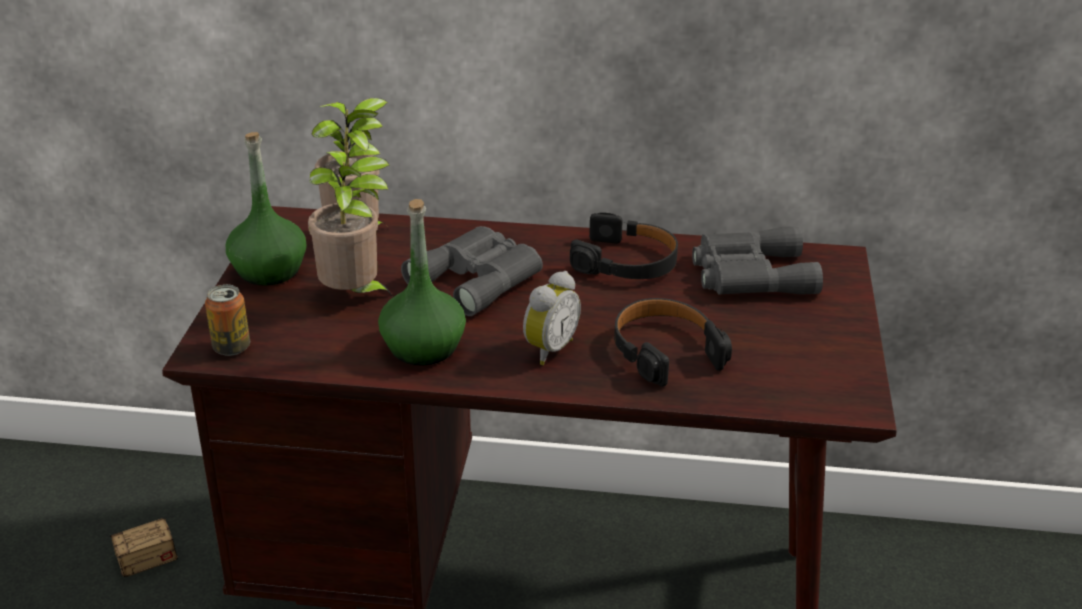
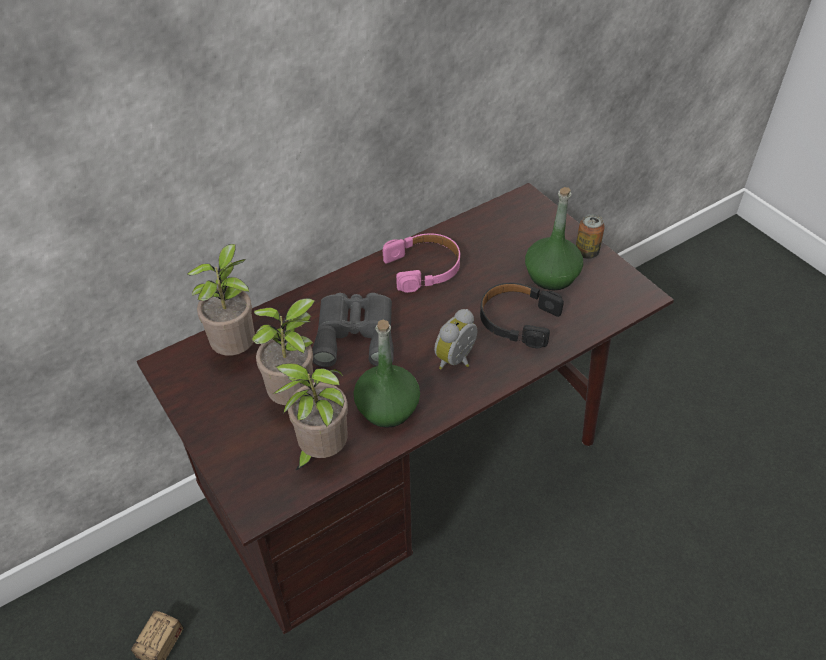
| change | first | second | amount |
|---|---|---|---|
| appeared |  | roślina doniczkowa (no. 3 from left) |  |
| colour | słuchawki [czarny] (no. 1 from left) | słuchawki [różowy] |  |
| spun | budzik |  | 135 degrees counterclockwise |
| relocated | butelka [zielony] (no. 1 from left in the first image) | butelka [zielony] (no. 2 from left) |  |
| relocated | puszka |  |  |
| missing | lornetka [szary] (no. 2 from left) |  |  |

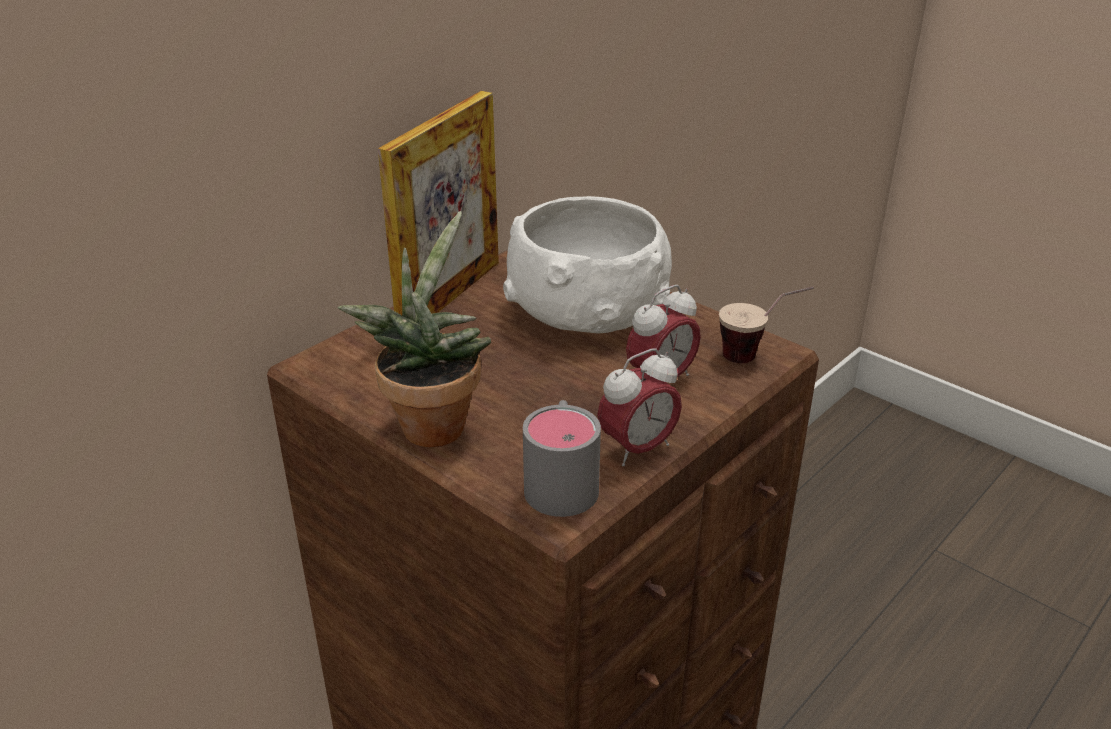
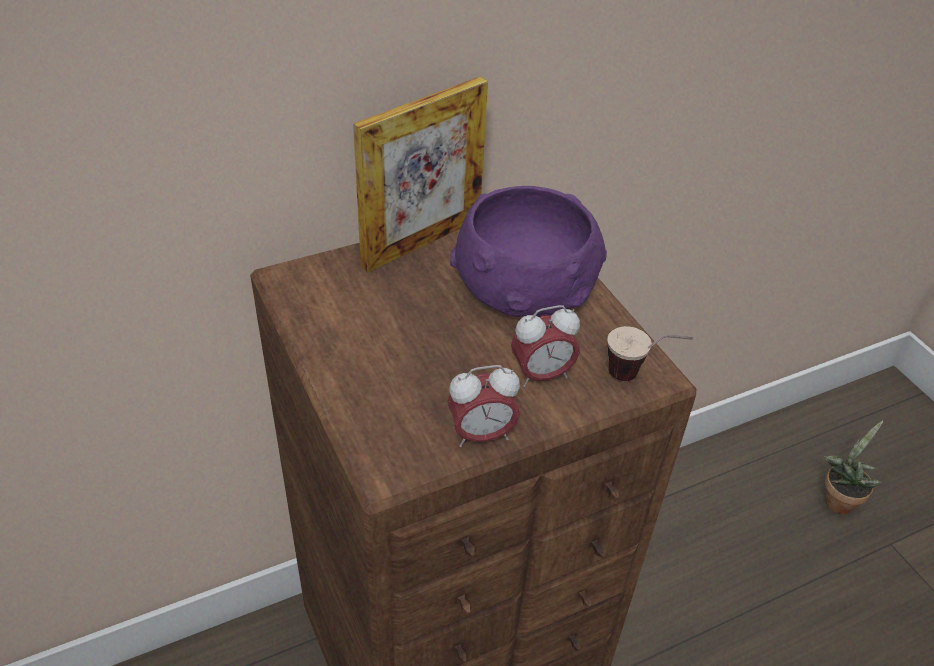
| change | first | second | amount |
|---|---|---|---|
| colour | miska [biały] | miska [fioletowy] |  |
| relocated | roślina doniczkowa |  |  |
| missing | kubek [szary] |  |  |

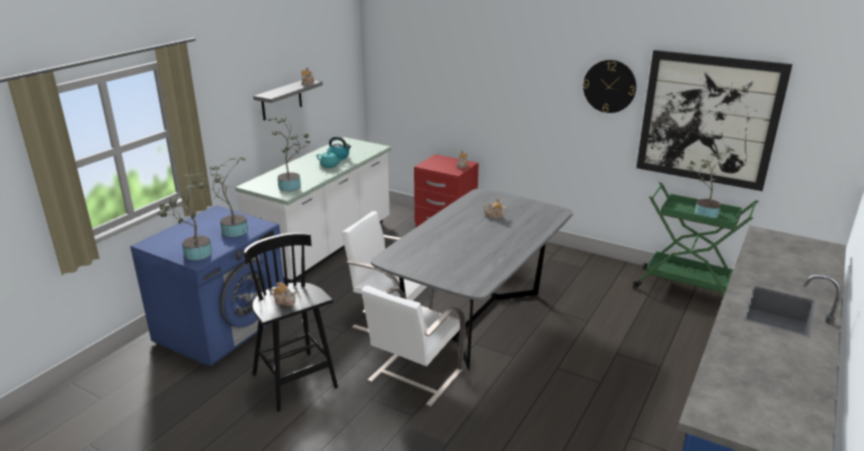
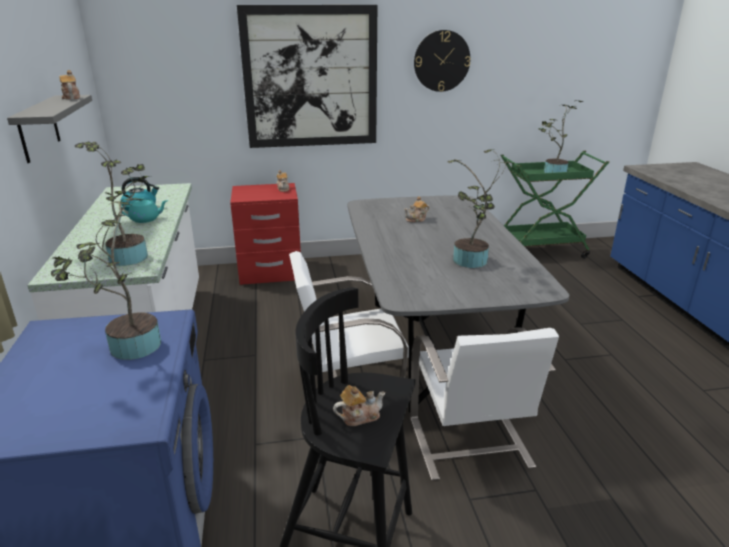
| change | first | second | amount |
|---|---|---|---|
| relocated | obraz |  |  |
| relocated | roślina doniczkowa (no. 1 from left in the first image) | roślina doniczkowa (no. 3 from left) |  |

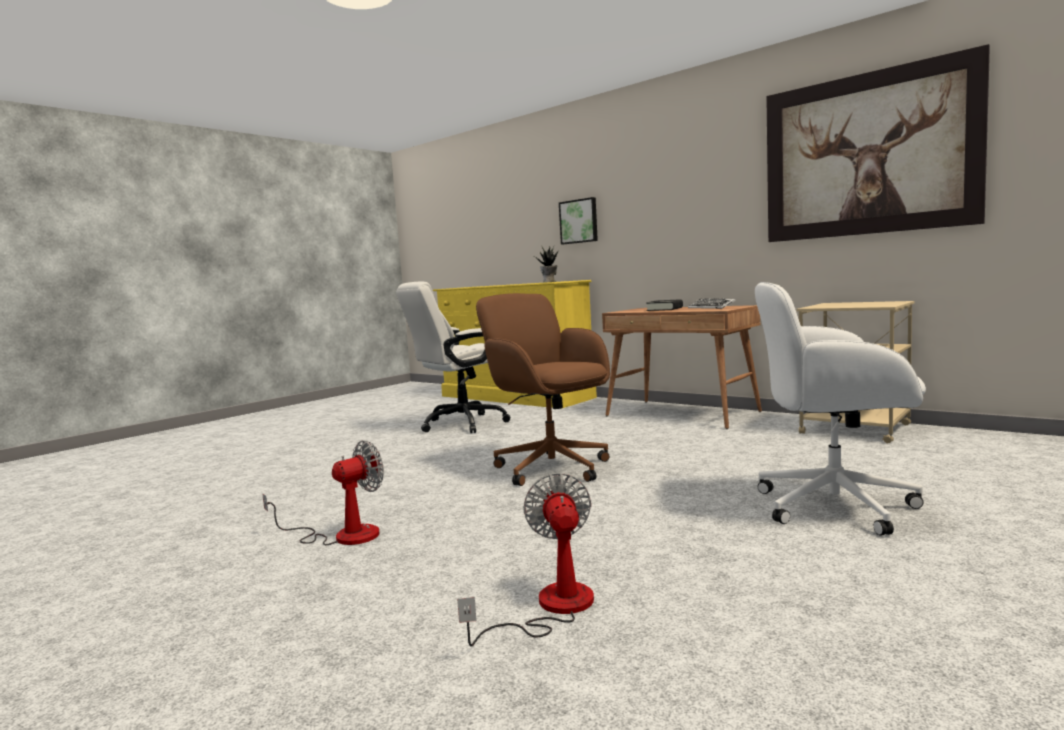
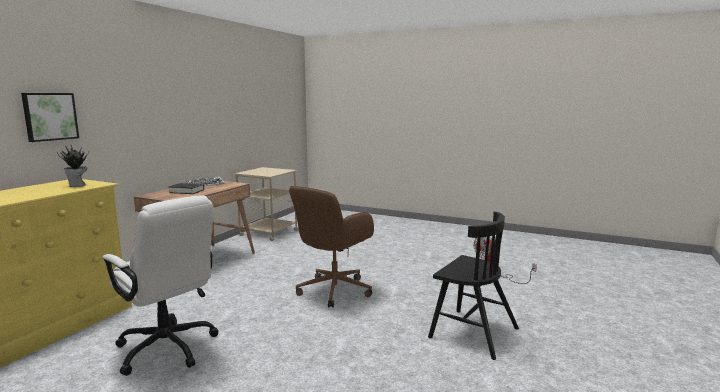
| change | first | second | amount |
|---|---|---|---|
| exchanged | wentylator (no. 1 from left) | krzesło [czarny] |  |
| missing | krzesło biurowe [biały] (no. 2 from left) |  |  |
| missing | obraz (no. 2 from left) |  |  |

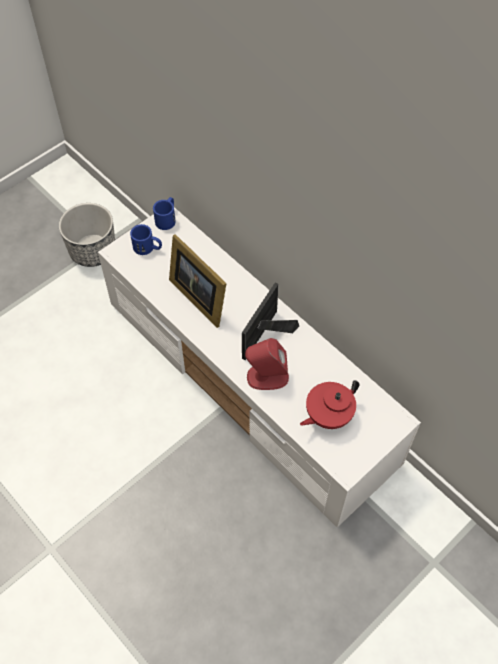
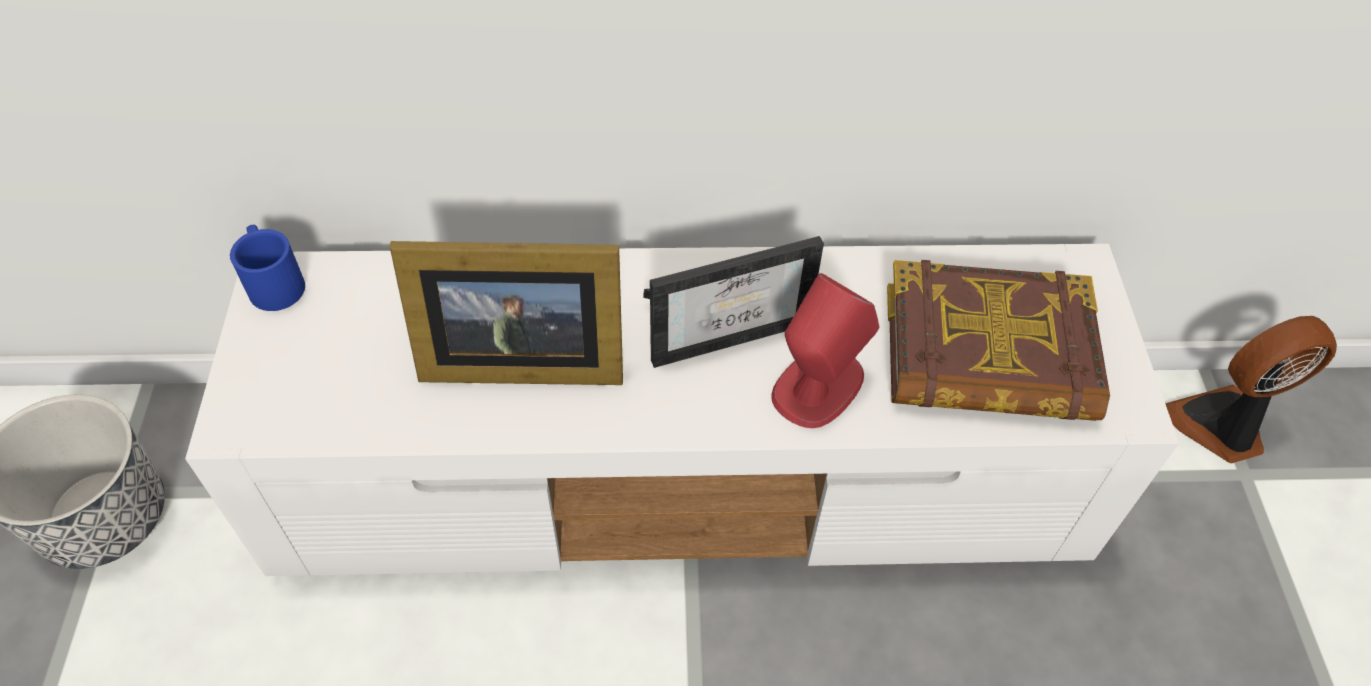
| change | first | second | amount |
|---|---|---|---|
| spun | ramka na zdjęcie (no. 2 from left) |  | 90 degrees counterclockwise |
| exchanged | imbryk [czerwony] | książka |  |
| appeared |  | wentylator |  |
| missing | kubek [niebieski] (no. 1 from left) |  |  |

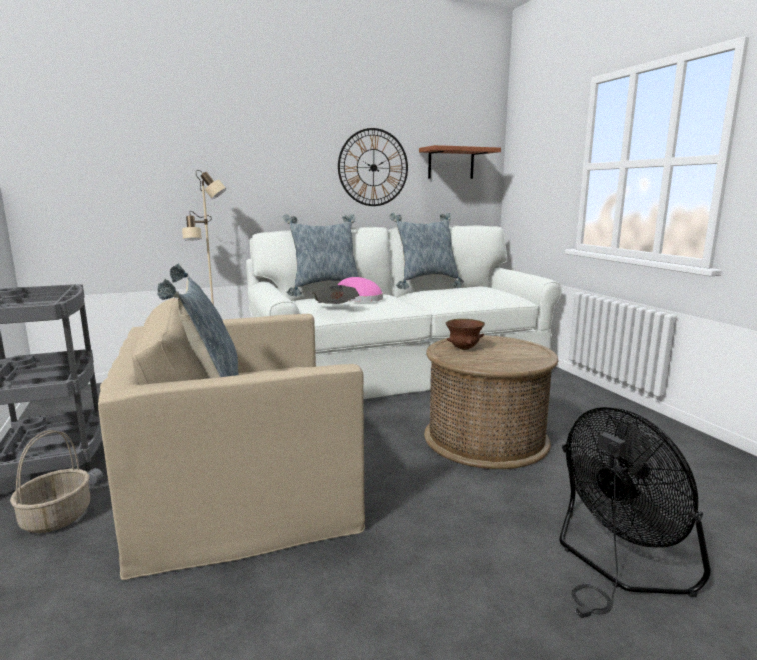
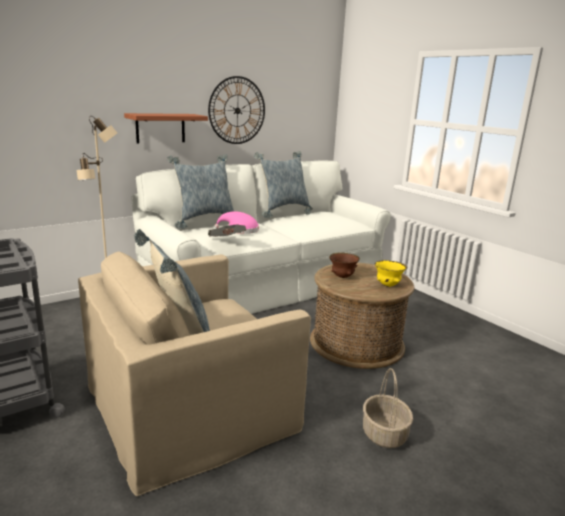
| change | first | second | amount |
|---|---|---|---|
| relocated | półka |  |  |
| relocated | koszyk |  |  |
| appeared |  | miska [żółty] |  |
| missing | wentylator [czarny] |  |  |

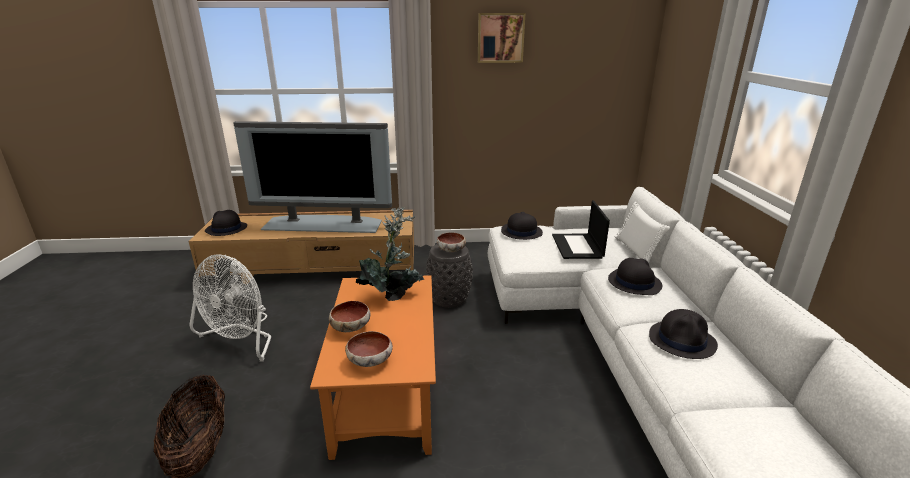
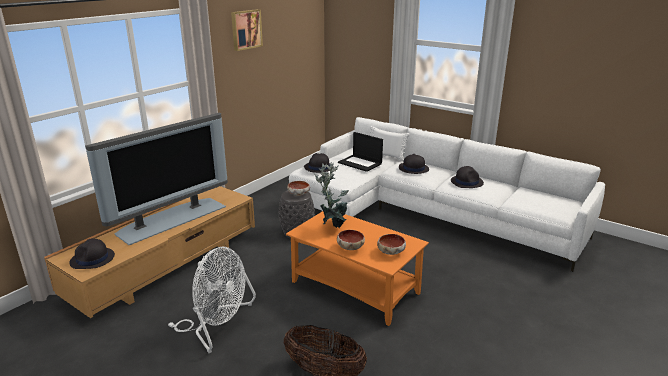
| change | first | second | amount |
|---|---|---|---|
| spun | wentylator [biały] |  | 45 degrees counterclockwise |

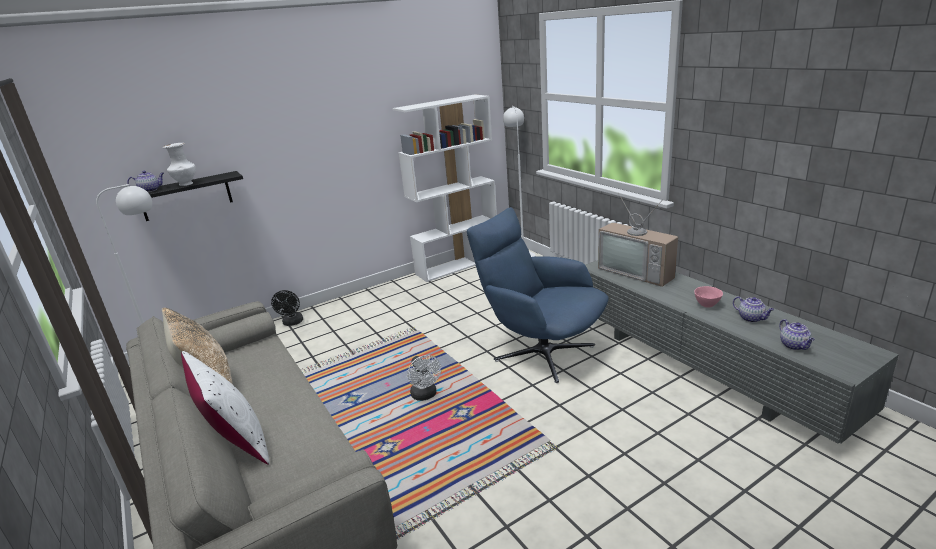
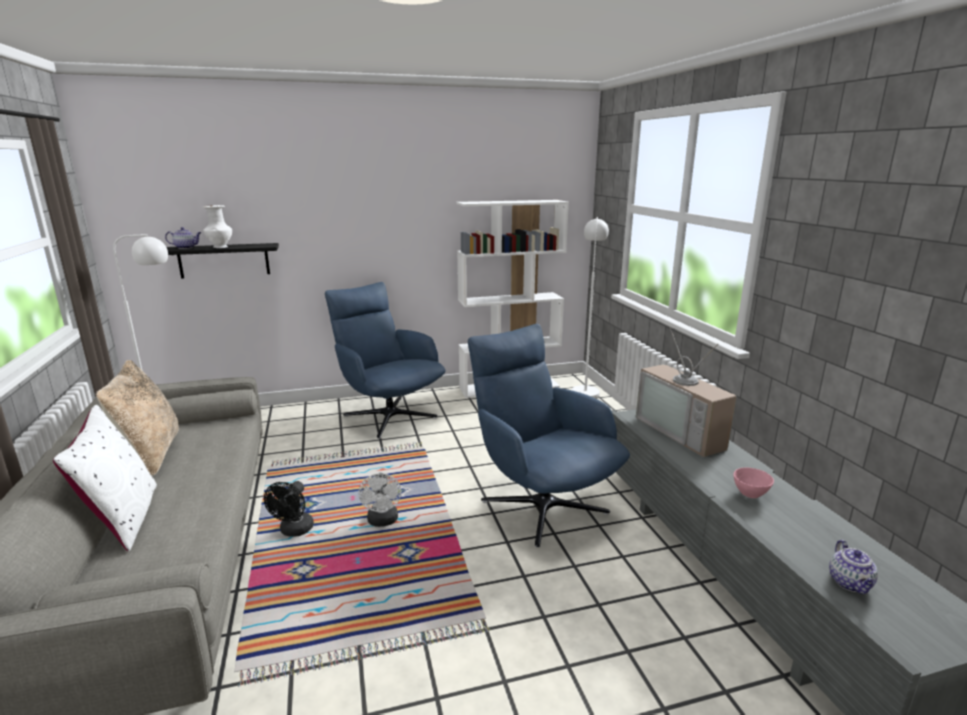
| change | first | second | amount |
|---|---|---|---|
| relocated | wentylator [czarny] |  |  |
| appeared |  | fotel [niebieski] (no. 1 from left) |  |
| missing | imbryk (no. 2 from left) |  |  |

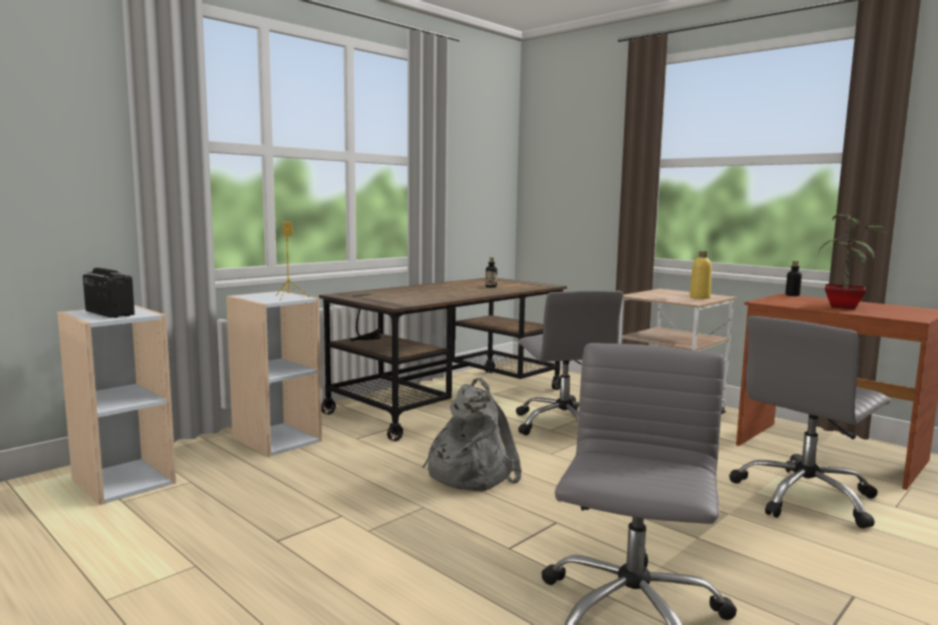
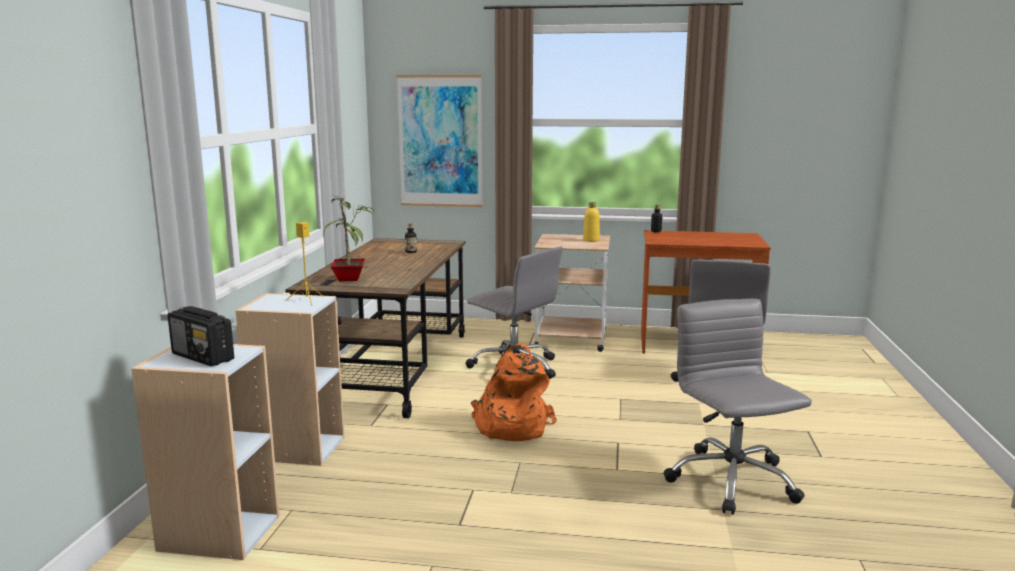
| change | first | second | amount |
|---|---|---|---|
| spun | radio |  | 150 degrees counterclockwise |
| relocated | roślina doniczkowa |  |  |
| appeared |  | obraz |  |
| colour | plecak [szary] | plecak [pomarańczowy] |  |

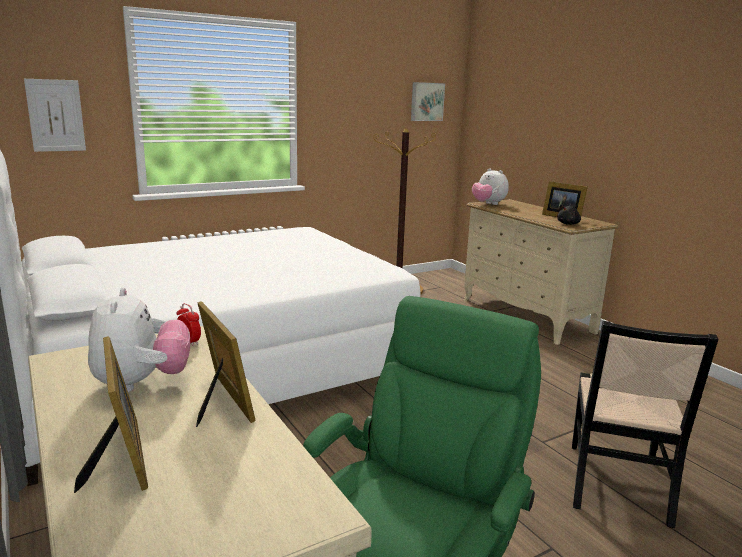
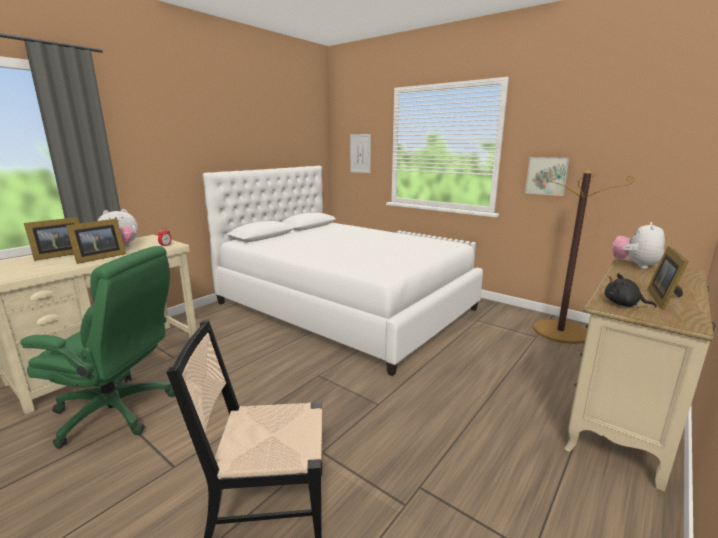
| change | first | second | amount |
|---|---|---|---|
| relocated | obraz (no. 2 from left) |  |  |

